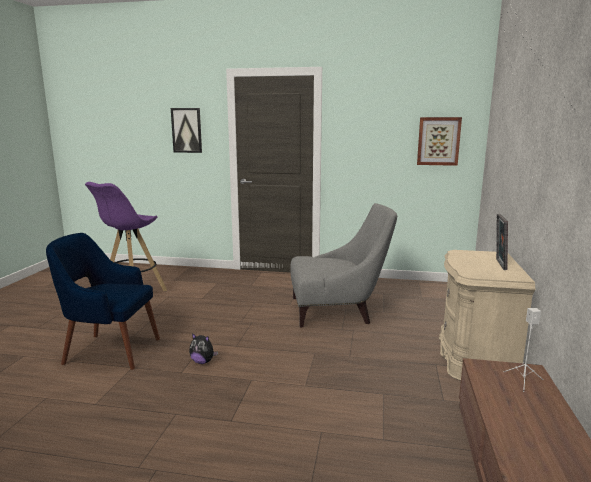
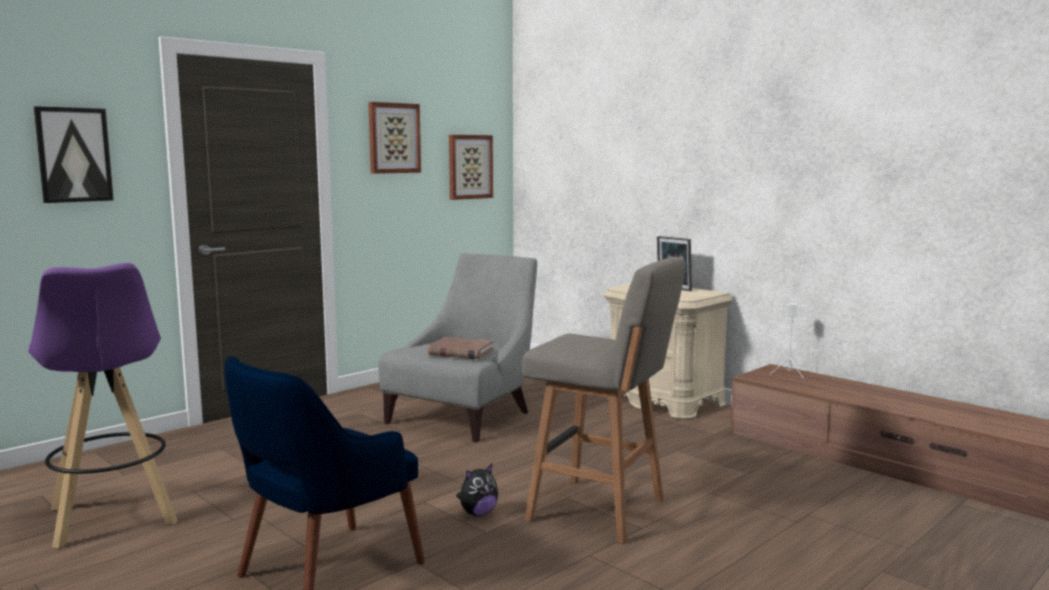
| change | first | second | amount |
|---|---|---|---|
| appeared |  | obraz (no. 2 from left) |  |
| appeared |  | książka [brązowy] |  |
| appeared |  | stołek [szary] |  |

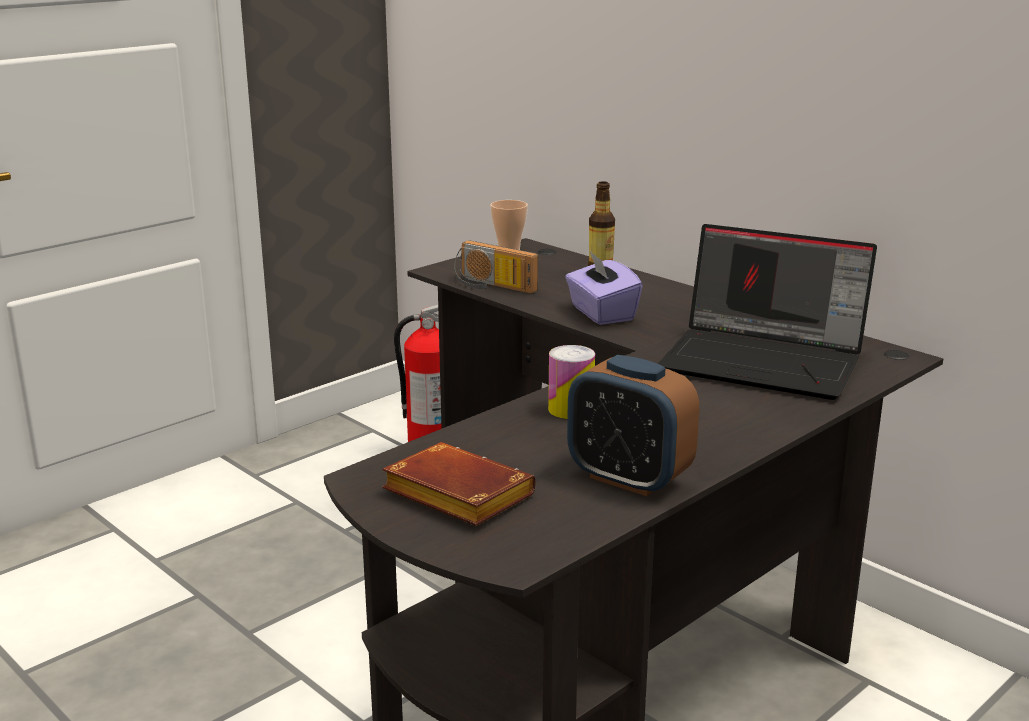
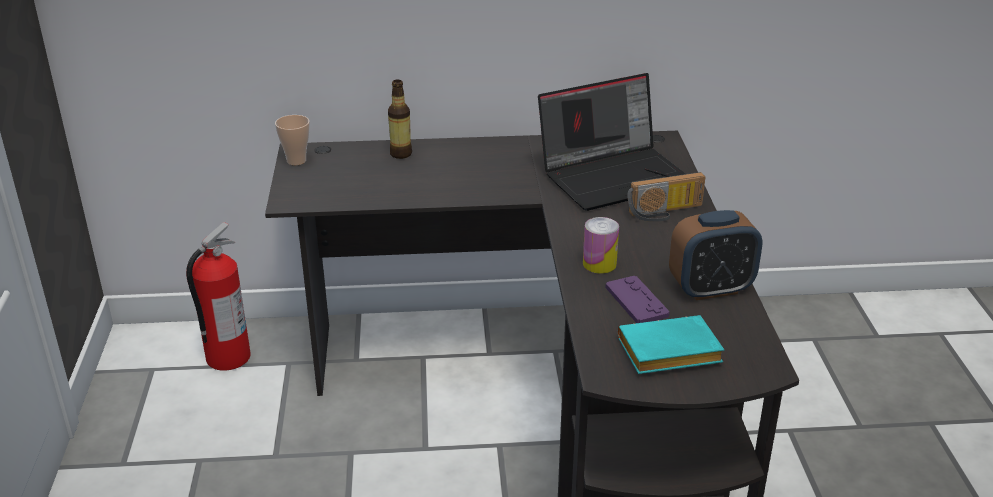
| change | first | second | amount |
|---|---|---|---|
| appeared |  | pad do gier [fioletowy] |  |
| colour | książka [brązowy] | książka [turkusowy] |  |
| relocated | radio |  |  |
| missing | pudełko chusteczek [fioletowy] |  |  |

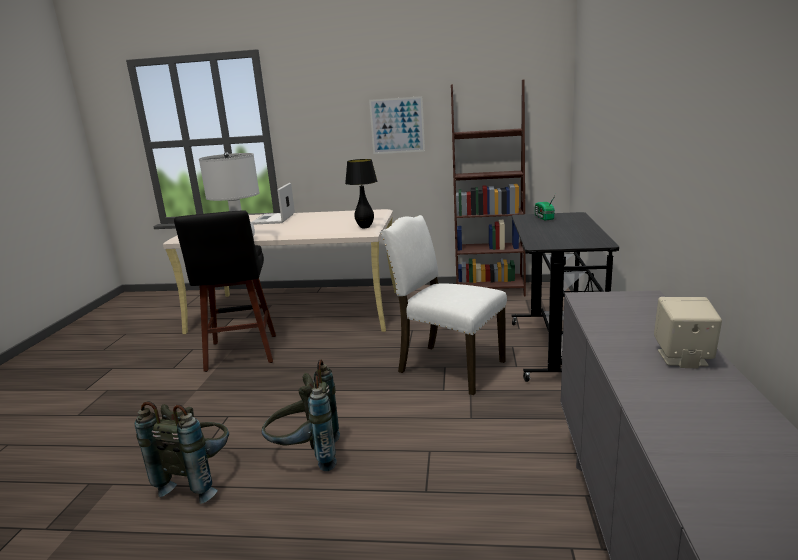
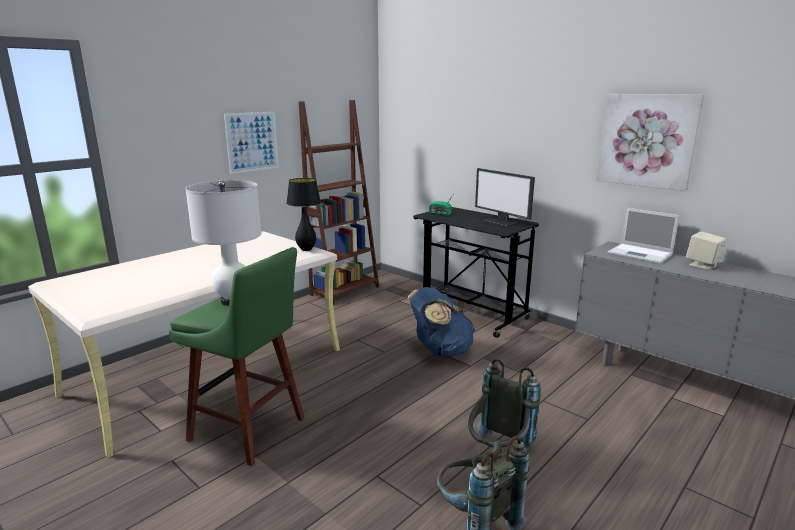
| change | first | second | amount |
|---|---|---|---|
| colour | stołek [czarny] | stołek [zielony] |  |
| exchanged | krzesło [biały] | plecak [niebieski] |  |
| appeared |  | monitor |  |
| appeared |  | obraz (no. 2 from left) |  |
| relocated | laptop |  |  |

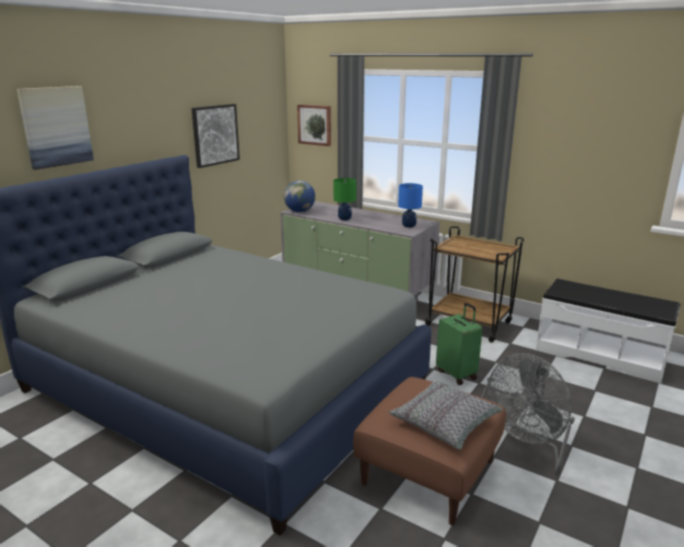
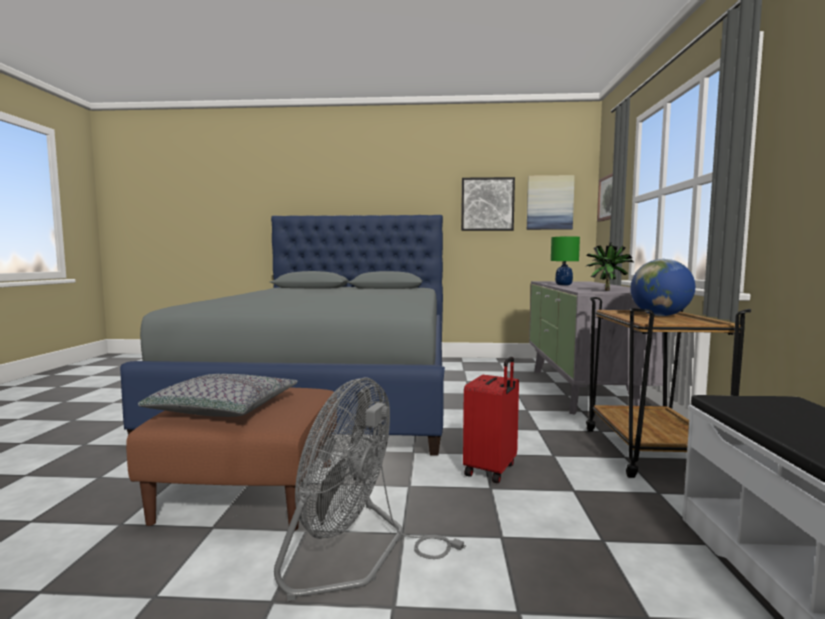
| change | first | second | amount |
|---|---|---|---|
| colour | walizka [zielony] | walizka [czerwony] |  |
| relocated | obraz (no. 1 from left in the first image) | obraz (no. 2 from left) |  |
| exchanged | lampa stołowa [niebieski] | roślina doniczkowa |  |
| relocated | globus |  |  |

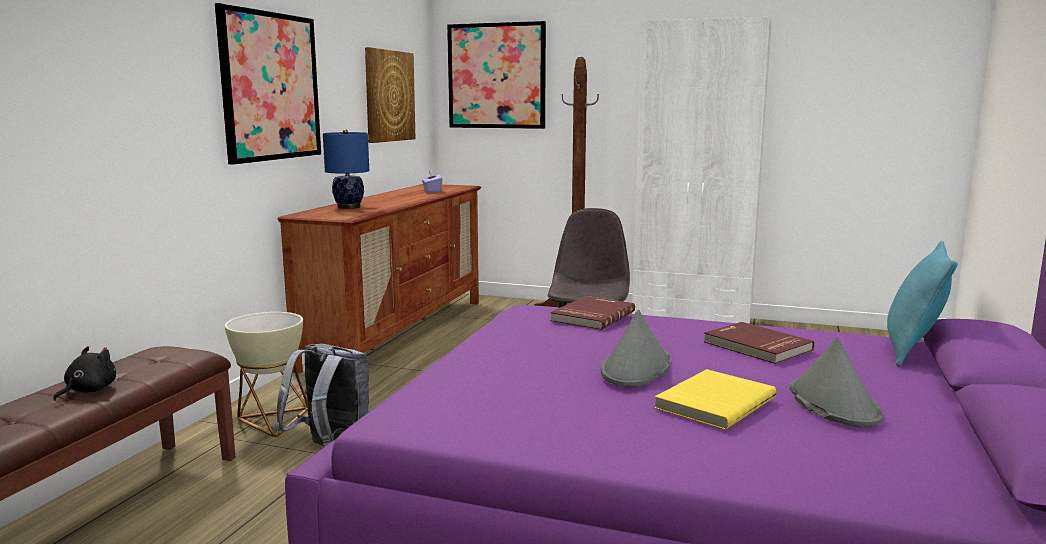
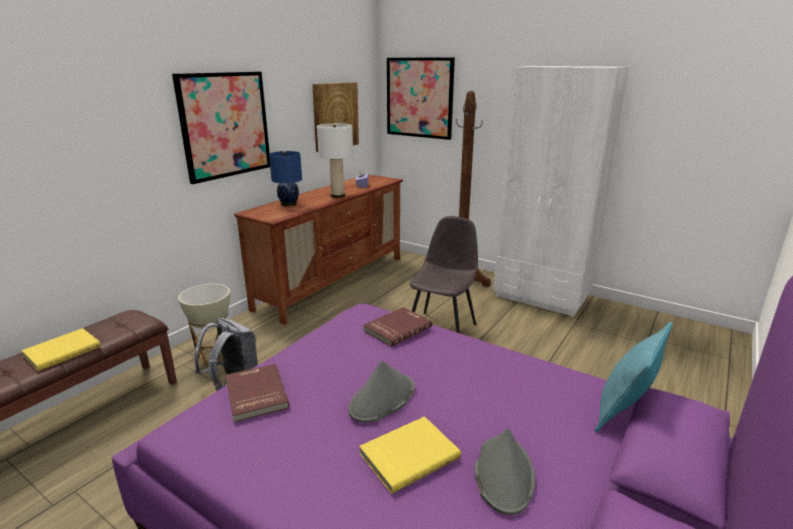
| change | first | second | amount |
|---|---|---|---|
| exchanged | pluszak [czarny] | książka [żółty] (no. 1 from left) |  |
| relocated | książka [czerwony] (no. 2 from left in the first image) | książka [czerwony] (no. 1 from left) |  |
| appeared |  | lampa stołowa [biały] |  |

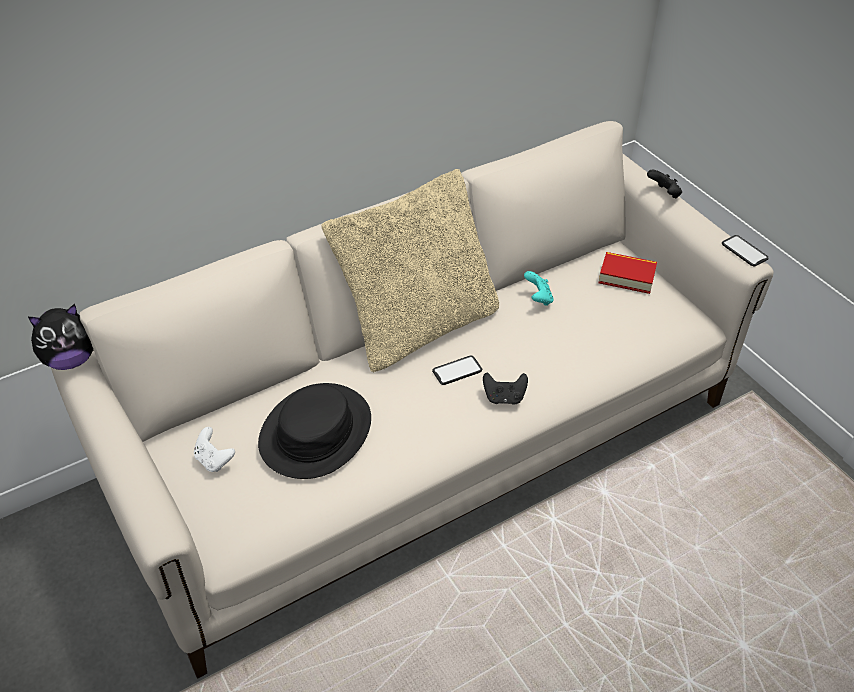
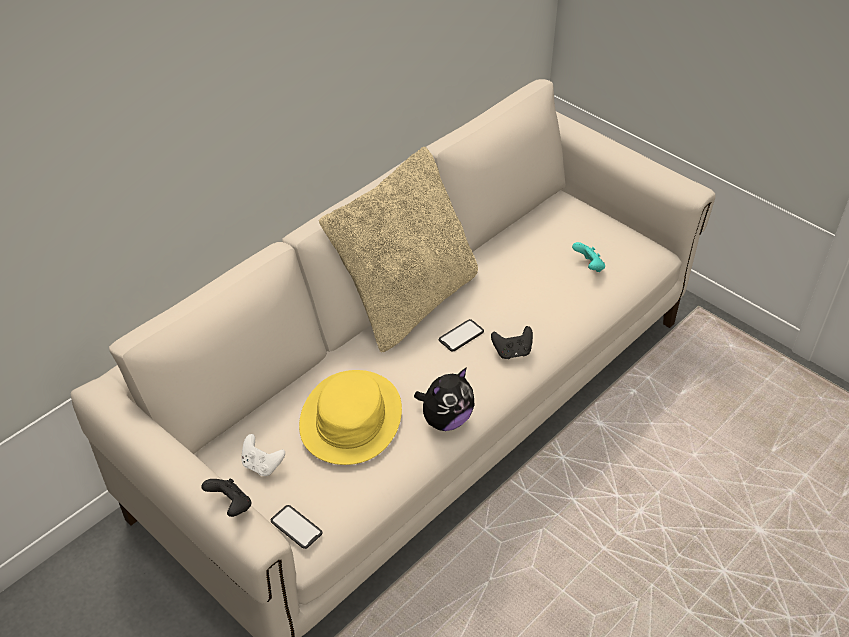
| change | first | second | amount |
|---|---|---|---|
| relocated | pad do gier [czarny] (no. 2 from left in the first image) | pad do gier [czarny] (no. 1 from left) |  |
| relocated | telefon (no. 2 from left in the first image) | telefon (no. 1 from left) |  |
| colour | kapelusz [czarny] | kapelusz [żółty] |  |
| relocated | pluszak |  |  |
| relocated | pad do gier [turkusowy] |  |  |
| missing | książka |  |  |

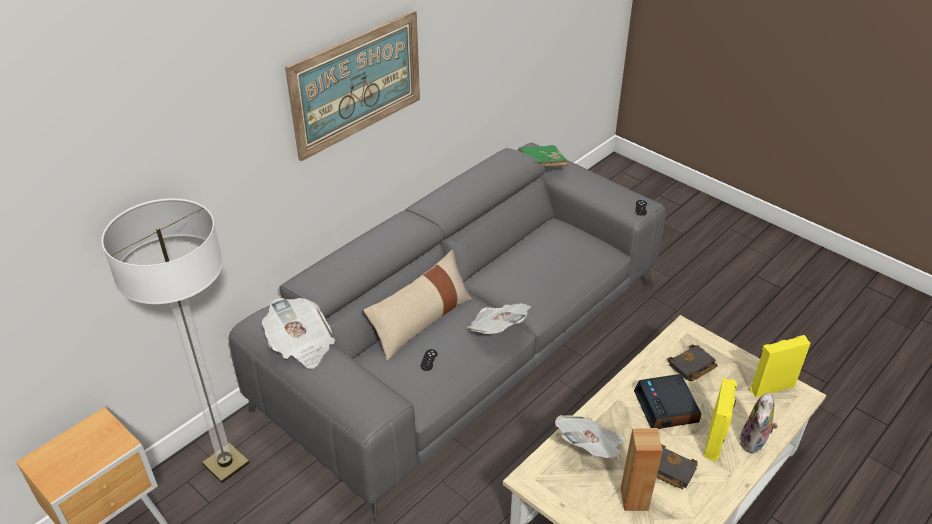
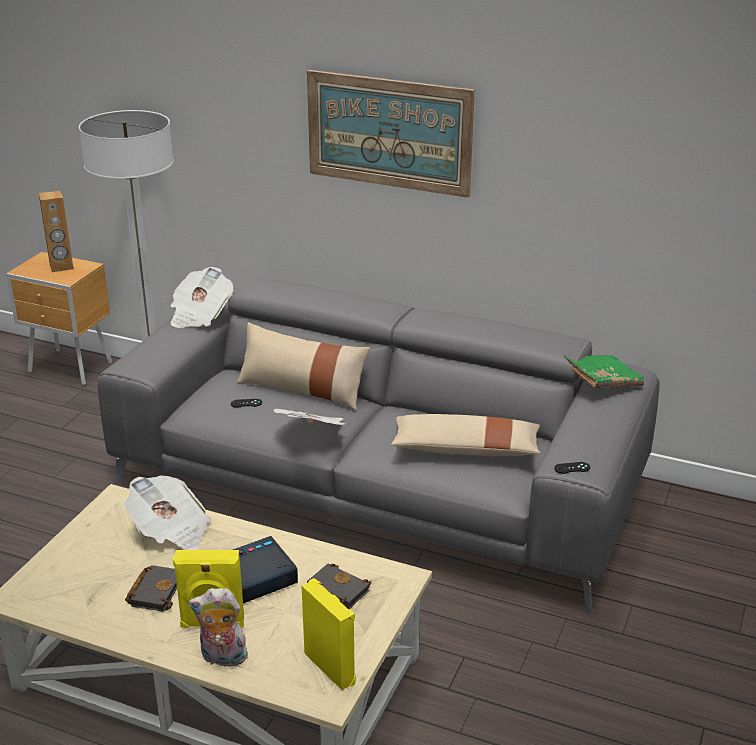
| change | first | second | amount |
|---|---|---|---|
| relocated | głośnik [brązowy] |  |  |
| appeared |  | poduszka [beżowy] (no. 2 from left) |  |

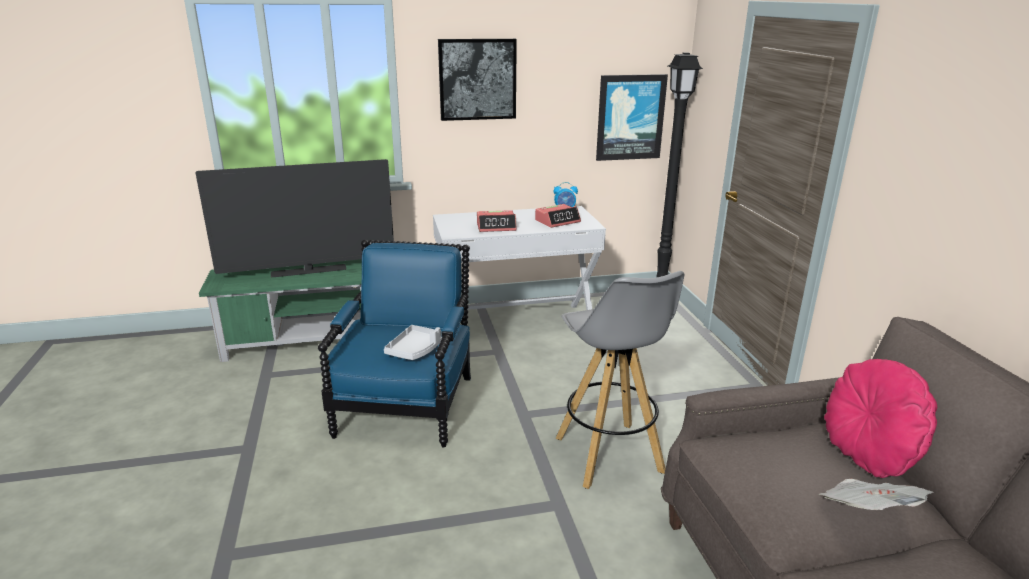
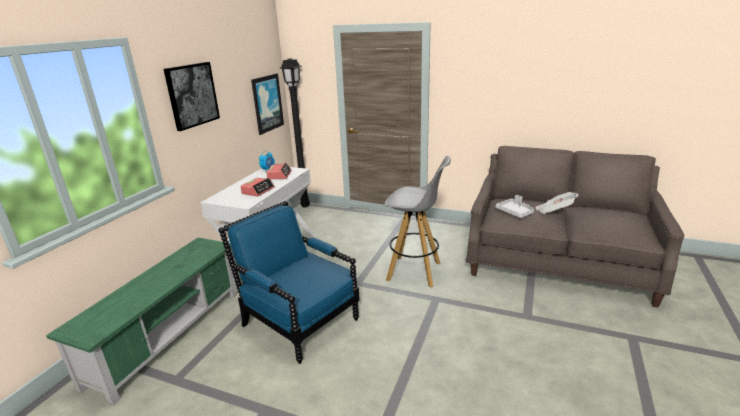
| change | first | second | amount |
|---|---|---|---|
| relocated | taca [szary] |  |  |
| missing | telewizor |  |  |
| missing | poduszka [różowy] |  |  |

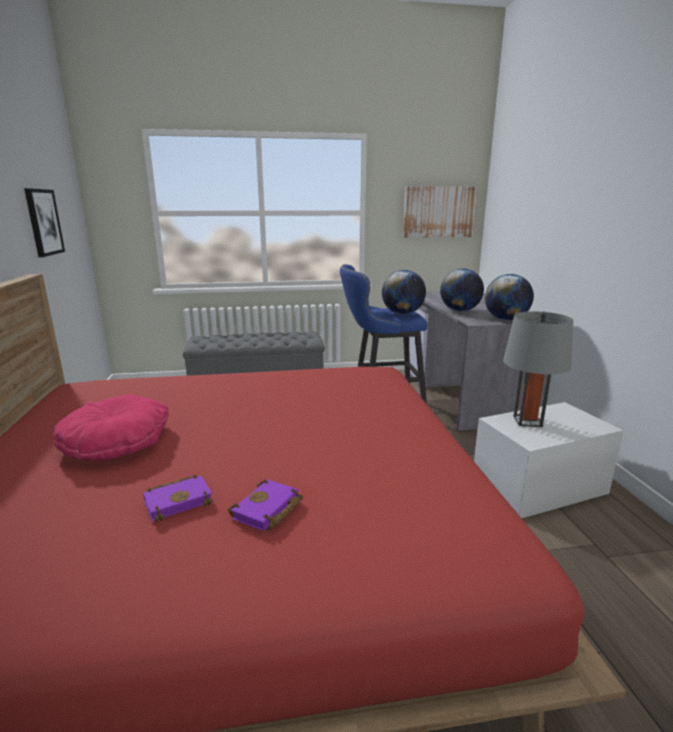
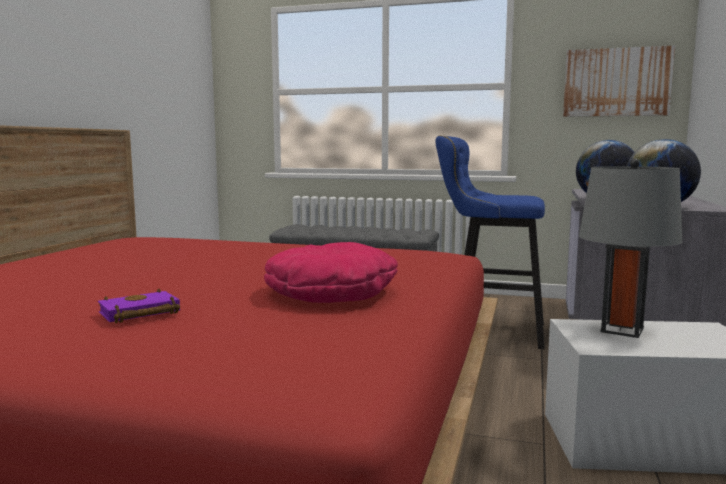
| change | first | second | amount |
|---|---|---|---|
| relocated | poduszka [różowy] |  |  |
| missing | obraz (no. 1 from left) |  |  |
| missing | książka [fioletowy] (no. 1 from left) |  |  |
| missing | globus (no. 1 from left) |  |  |

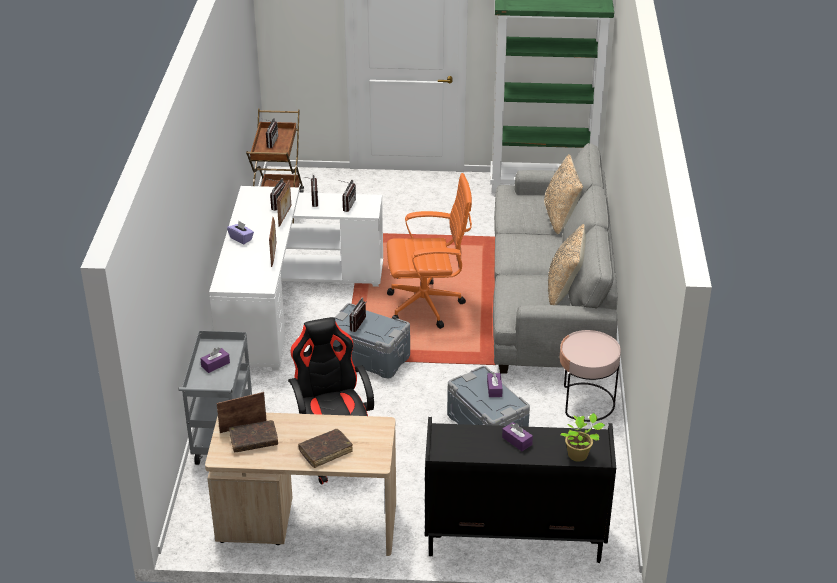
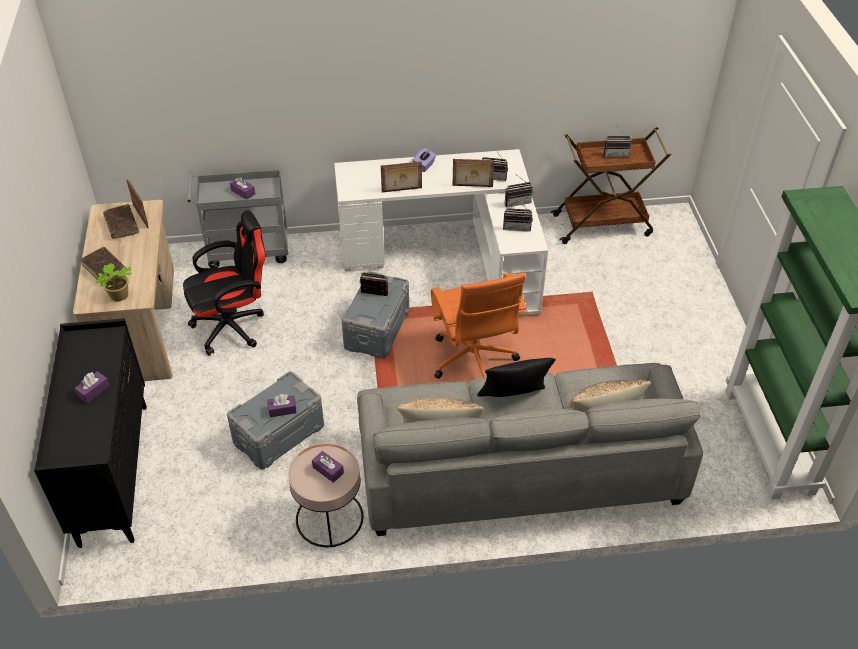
| change | first | second | amount |
|---|---|---|---|
| relocated | roślina doniczkowa |  |  |
| appeared |  | pudełko chusteczek [fioletowy] (no. 4 from left) |  |
| appeared |  | poduszka [czarny] |  |

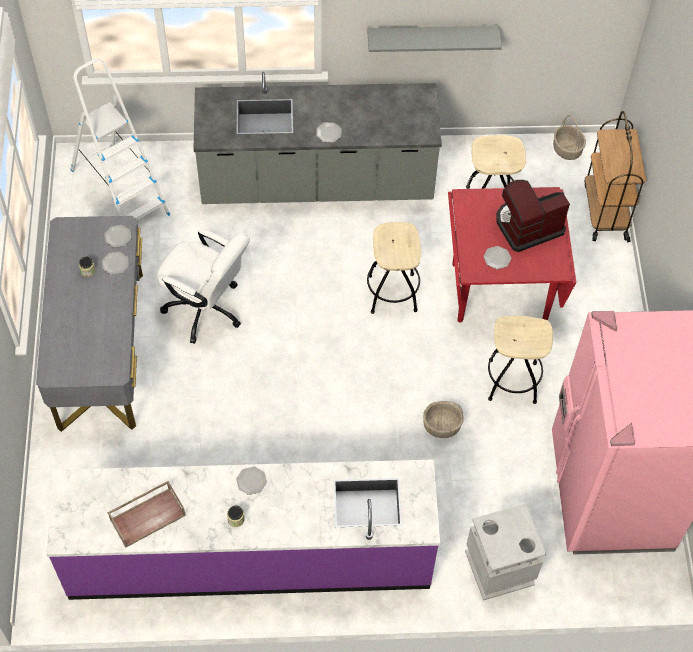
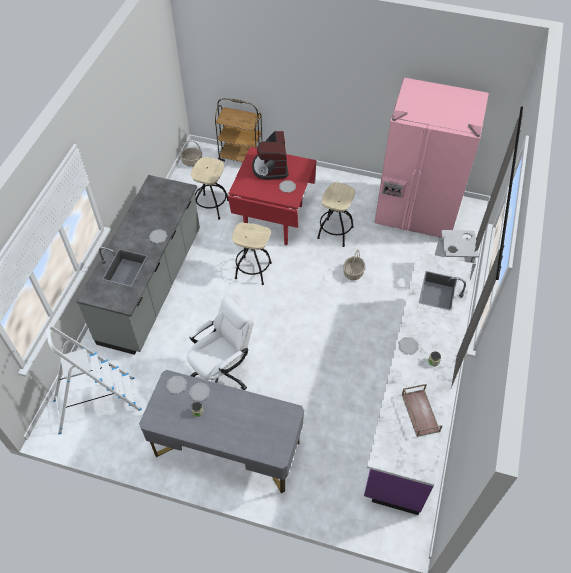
| change | first | second | amount |
|---|---|---|---|
| missing | półka [szary] |  |  |

